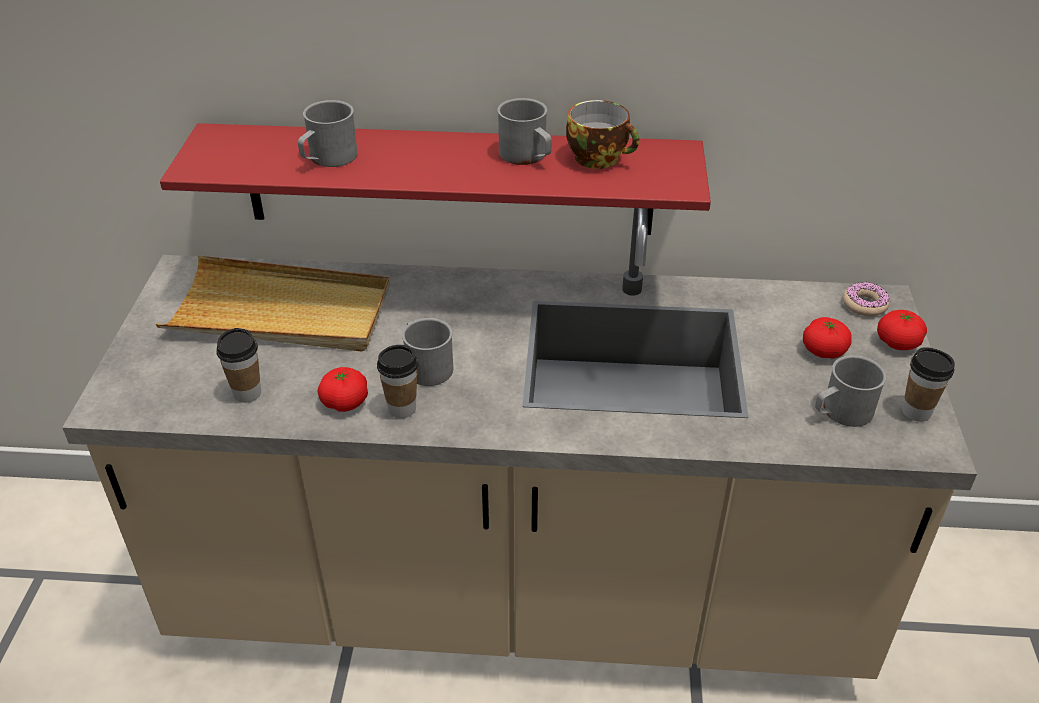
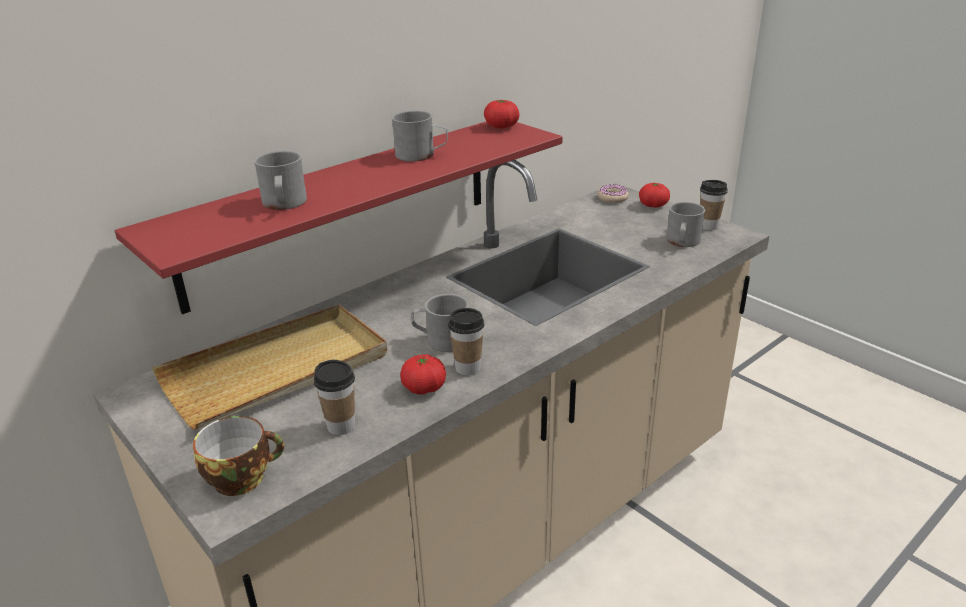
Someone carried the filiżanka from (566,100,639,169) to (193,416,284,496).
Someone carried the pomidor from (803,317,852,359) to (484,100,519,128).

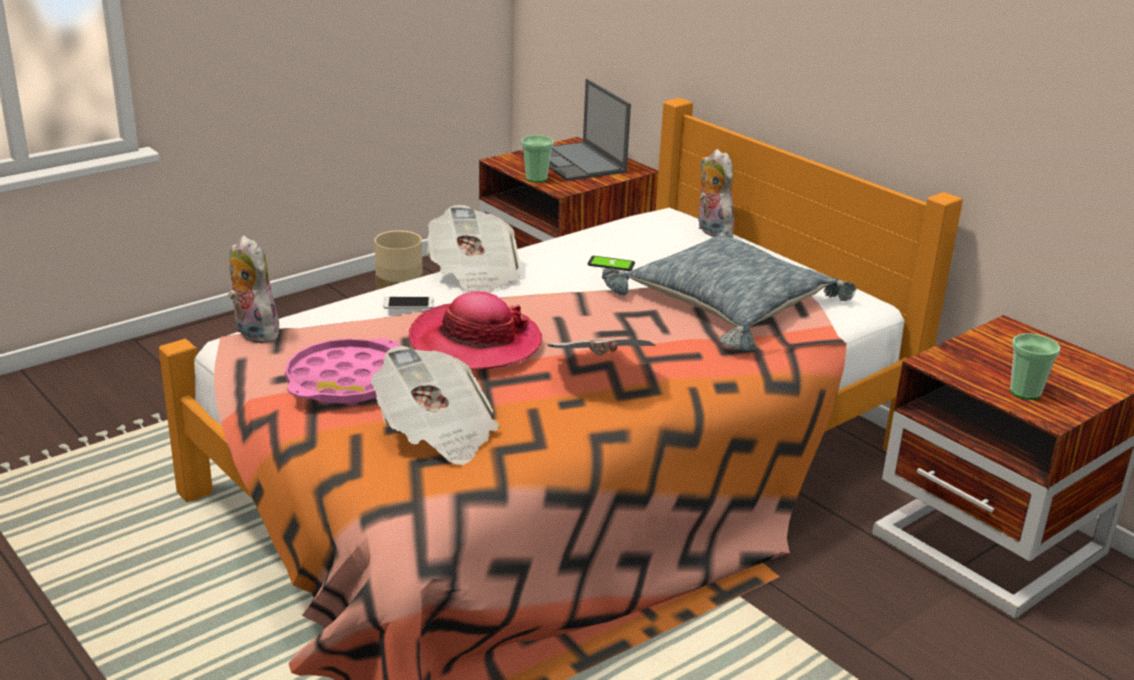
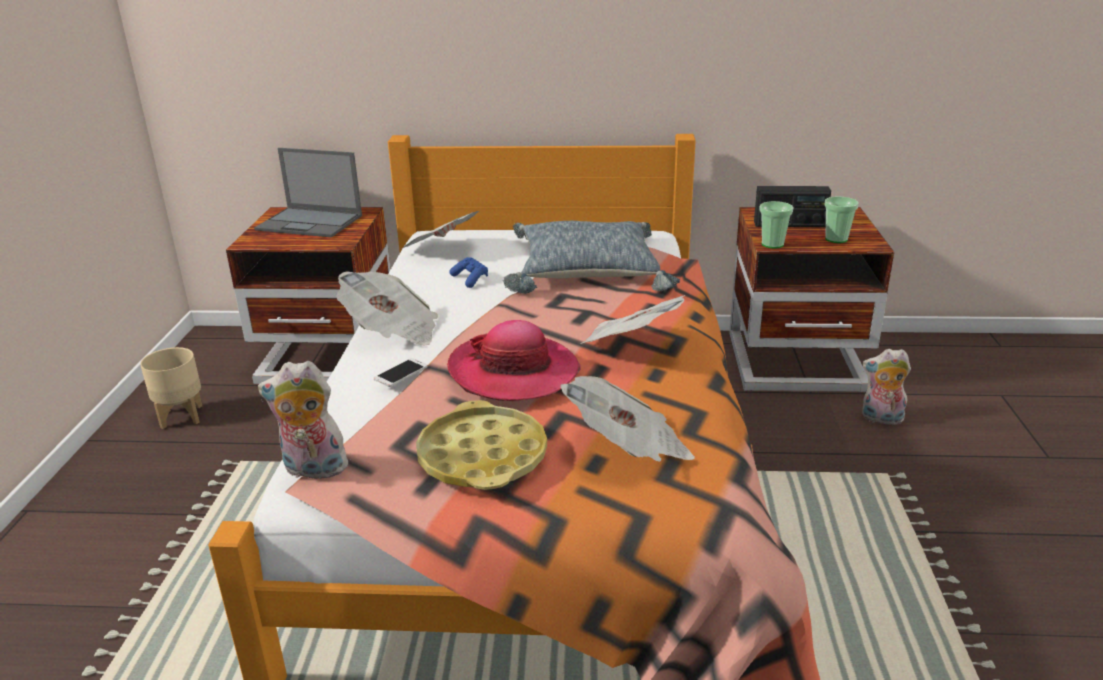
Someone repainted the taca/różowy at (285,338,400,405), which became the taca/żółty at (416,400,547,490).
Someone carried the filiżanka from (521,135,554,182) to (759,201,793,248).
Someone swapped the telefon at (587,256,635,271) for the pad do gier/niebieski at (450,257,488,288).
Someone carried the pluszak from (698,149,737,237) to (862,349,911,425).
Someone put down the gazeta at (400,211,479,249).
Someone put down the radio at (754,186,831,227).

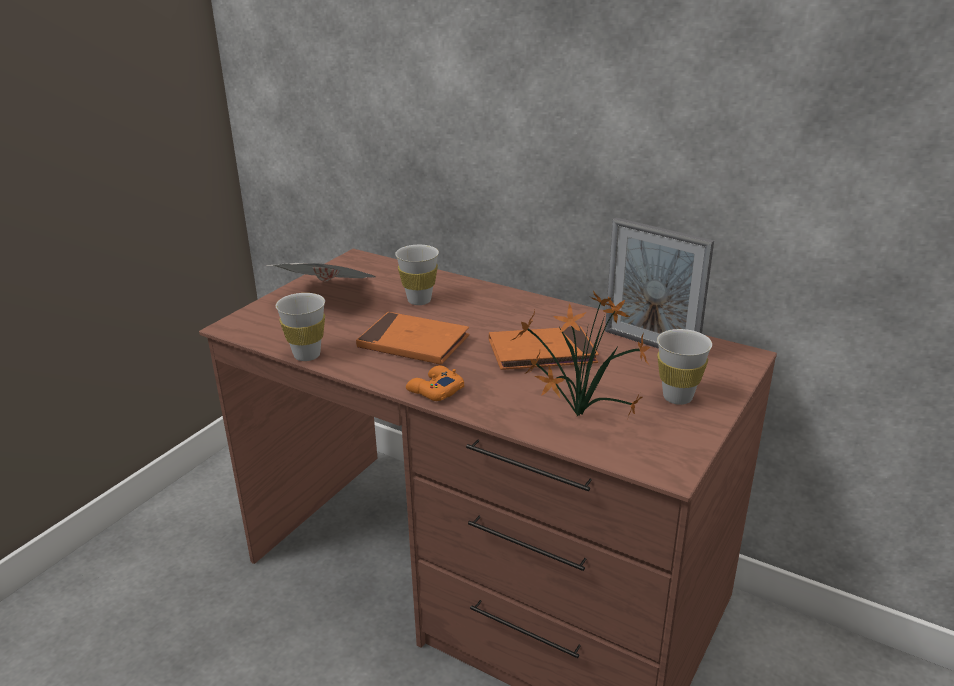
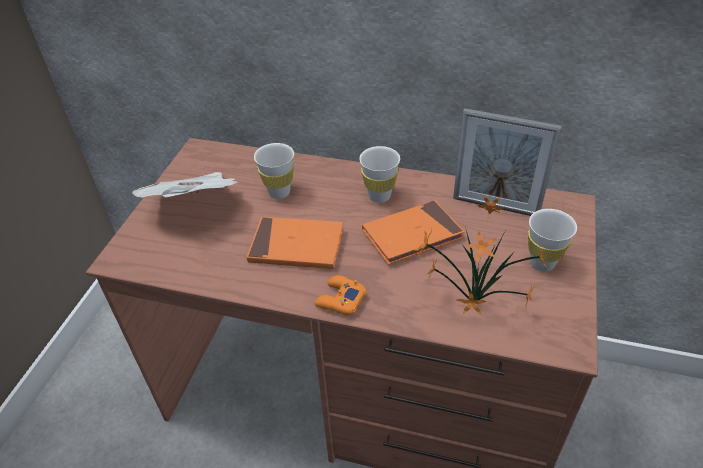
Someone carried the filiżanka/biały from (276,293,325,361) to (359,146,400,203).

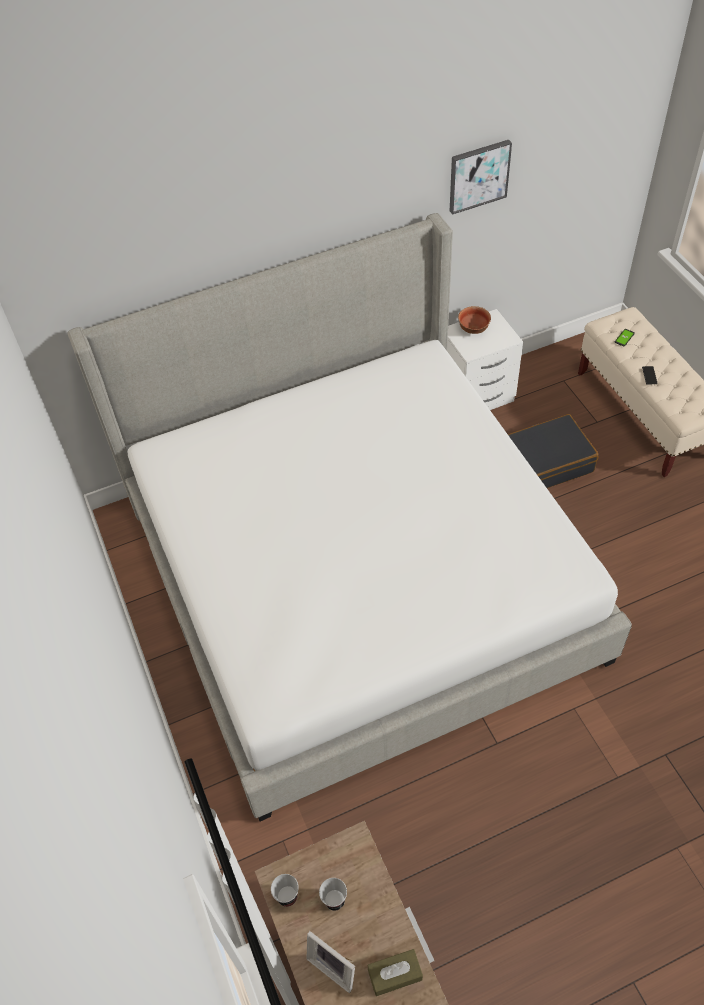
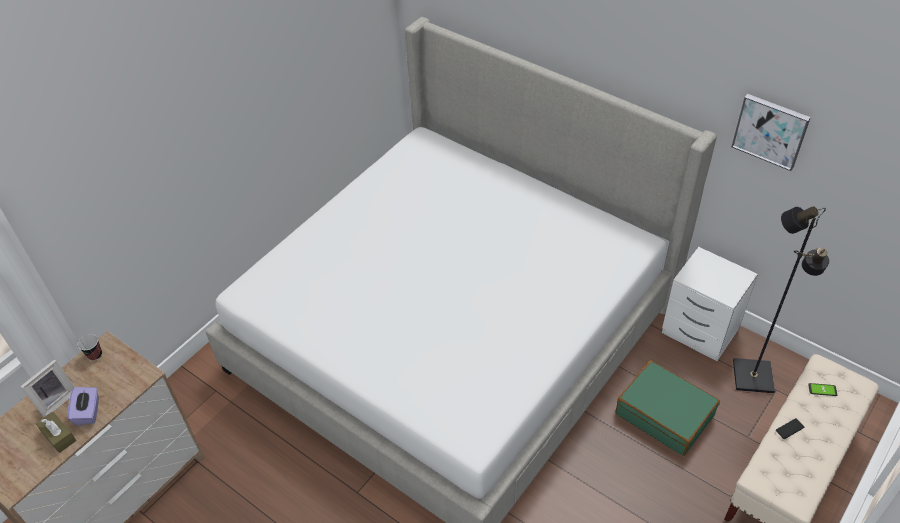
Someone rotated the ramka na zdjęcie at (306,931,355,993) by 150 degrees counterclockwise.
Someone took away the filiżanka at (319,878,347,911).
Someone took away the miska at (458,306,491,334).
Someone repainted the walizka/czarny at (508,414,599,488), which became the walizka/zielony at (615,360,720,456).
Someone put down the pudełko chusteczek/fioletowy at (68,387,99,425).
Someone put down the lampa stojąca/czarny at (733,206,829,393).

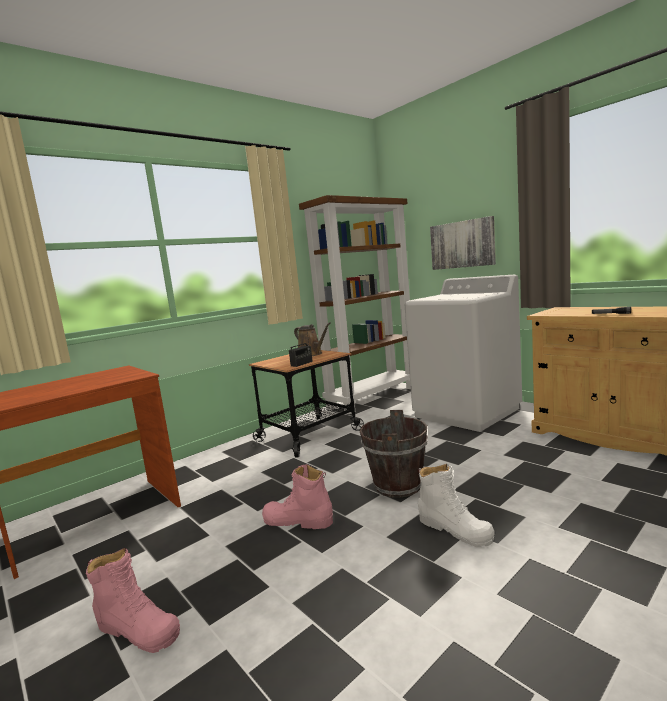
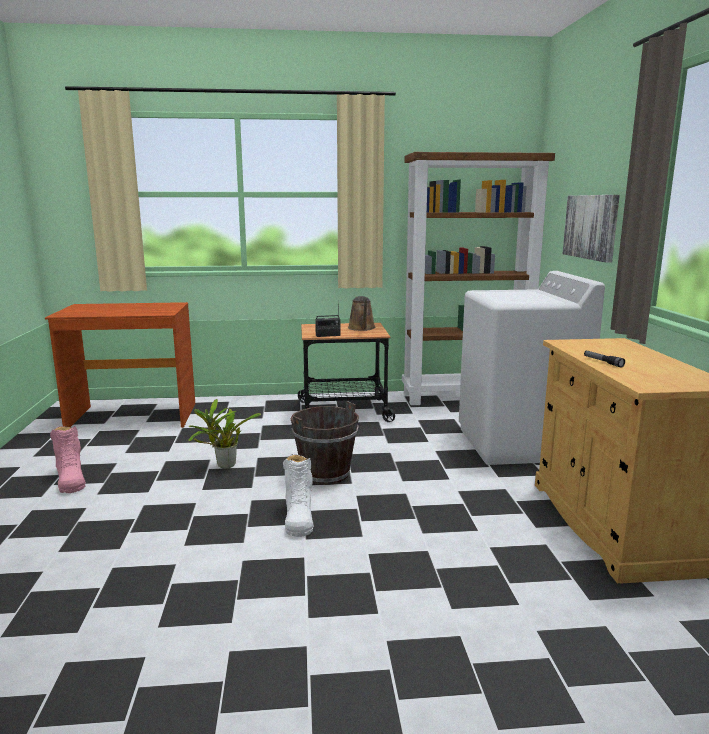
Someone swapped the but z cholewką/różowy at (262,464,333,529) for the roślina doniczkowa at (189,399,261,469).

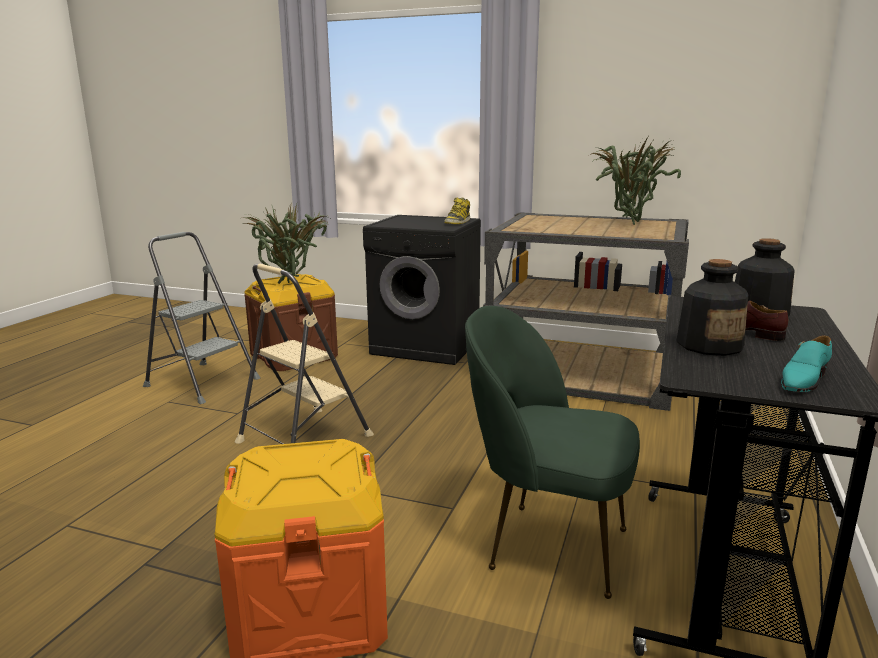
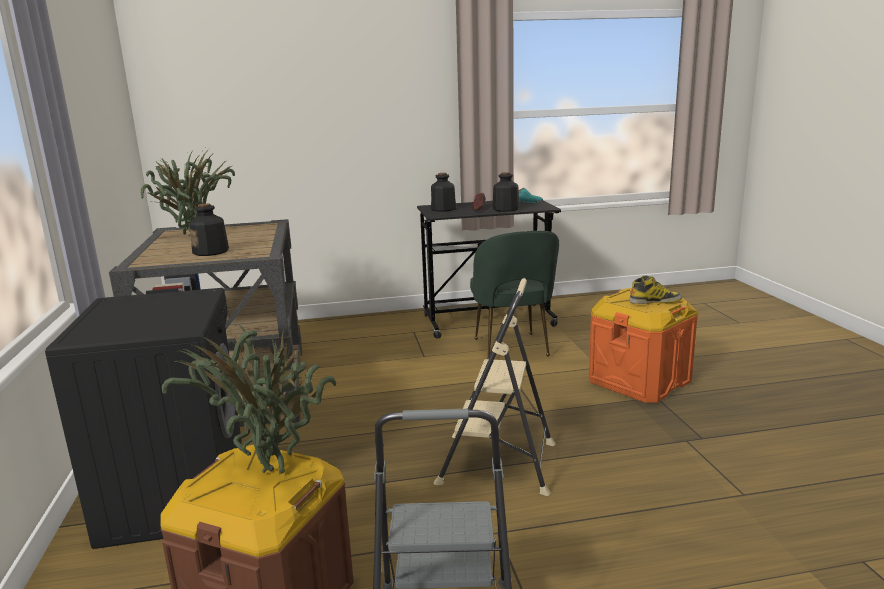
Someone carried the but z cholewką from (444,198,470,224) to (629,275,682,304).
Someone put down the butelka at (190,203,229,256).

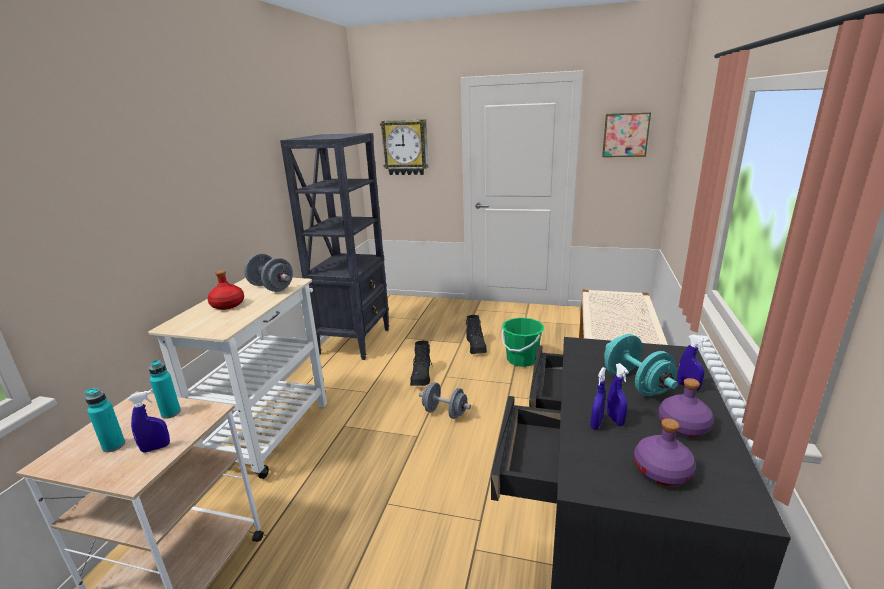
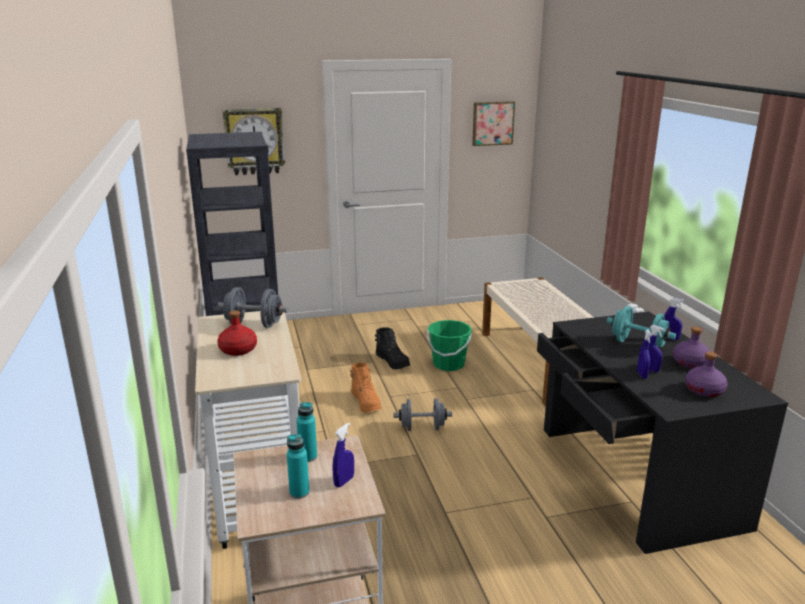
Someone repainted the but z cholewką/czarny at (410,340,433,386), which became the but z cholewką/pomarańczowy at (350,363,381,413).

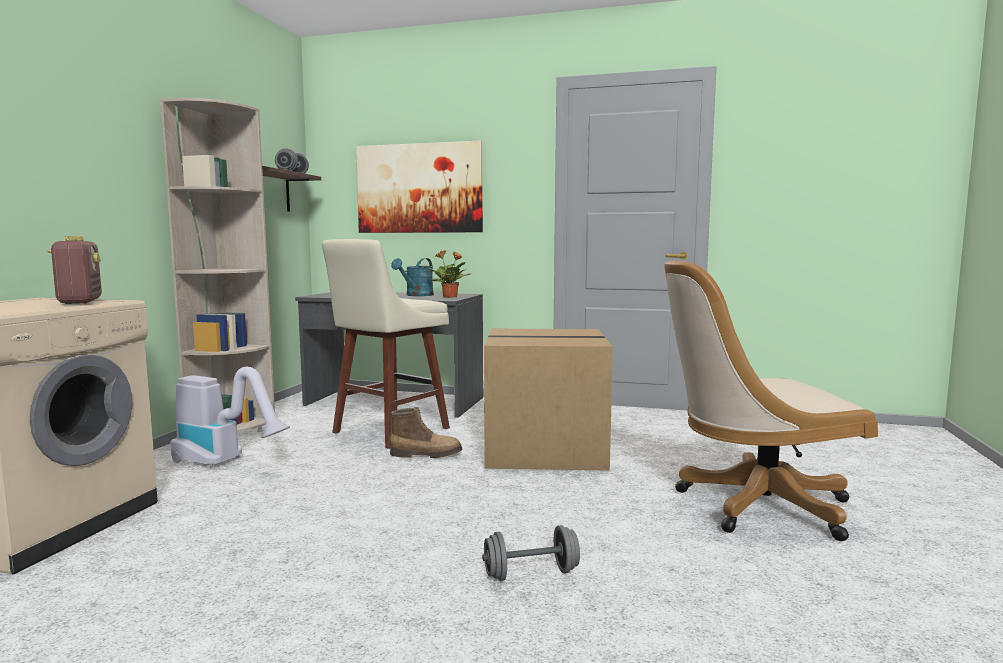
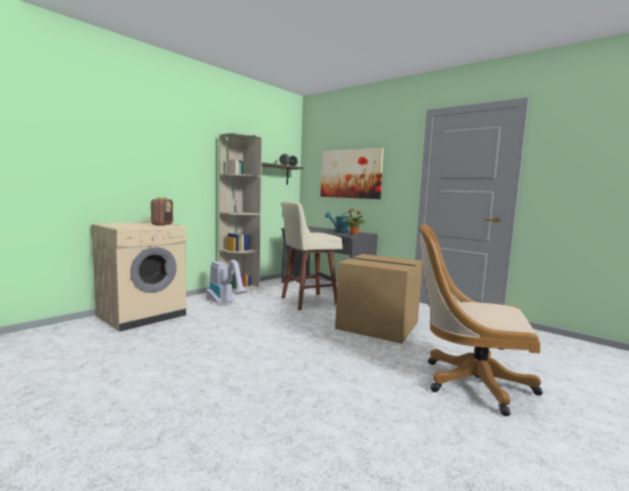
Someone took away the but z cholewką at (390,407,462,458).
Someone took away the hantel/szary at (482,525,580,581).

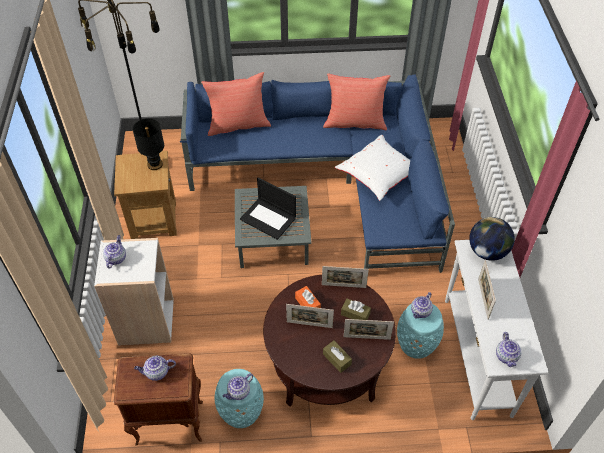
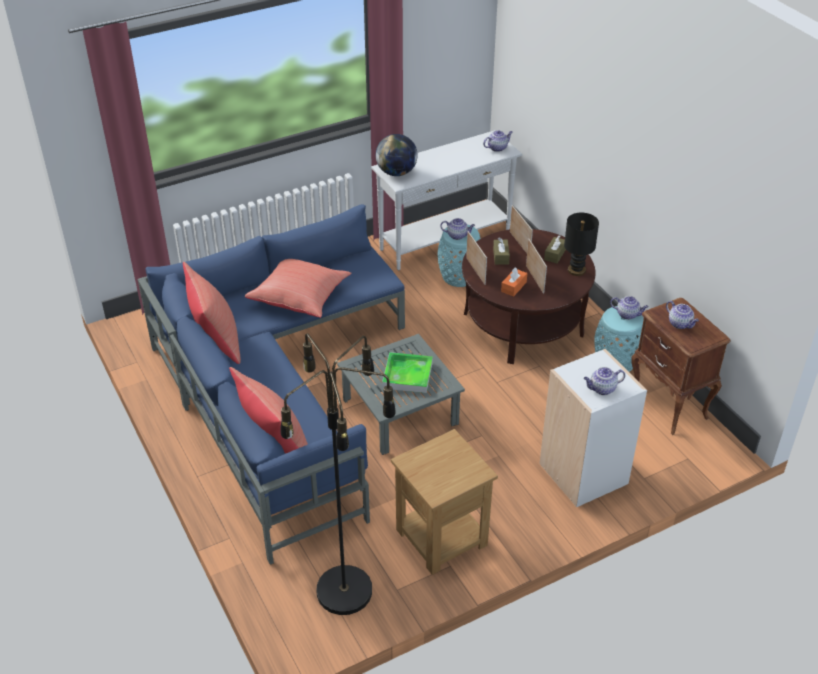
Someone carried the lampa stołowa/czarny from (133,118,164,170) to (564,213,599,276).
Someone swapped the laptop at (240,177,296,240) for the taca at (382,352,433,393).
Someone repainted the poduszka/biały at (335,135,410,201), which became the poduszka/czerwony at (245,259,351,318).
Someone took away the ramka na zdjęcie at (478,260,496,320).

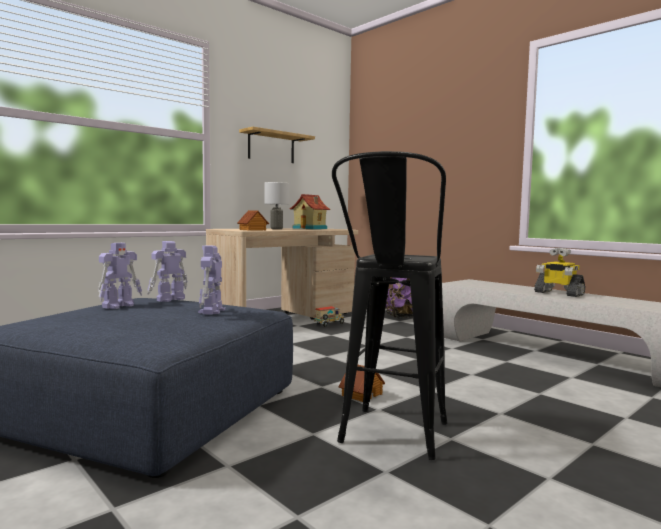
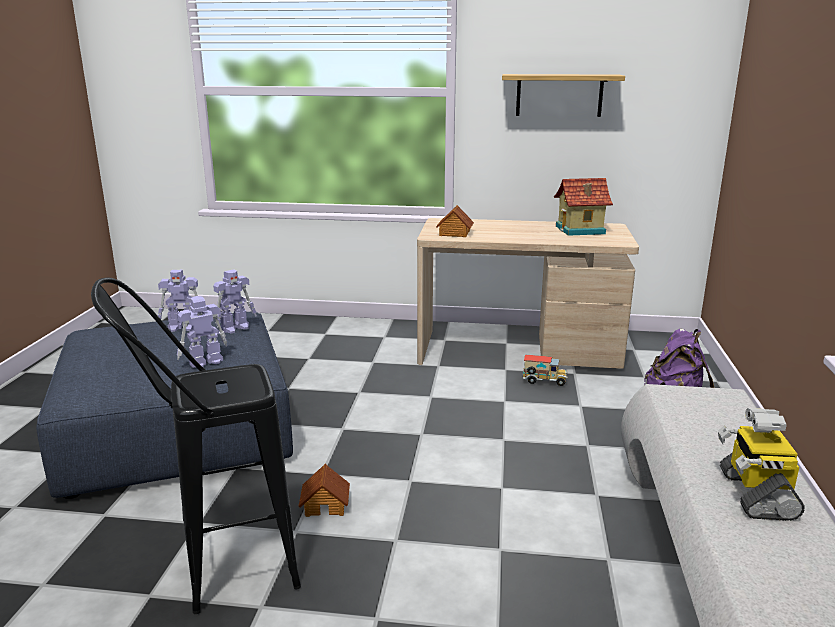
Someone rotated the robot zabawkowy at (148,241,188,302) by 135 degrees clockwise.
Someone took away the lampa stołowa/biały at (264,182,289,229).

